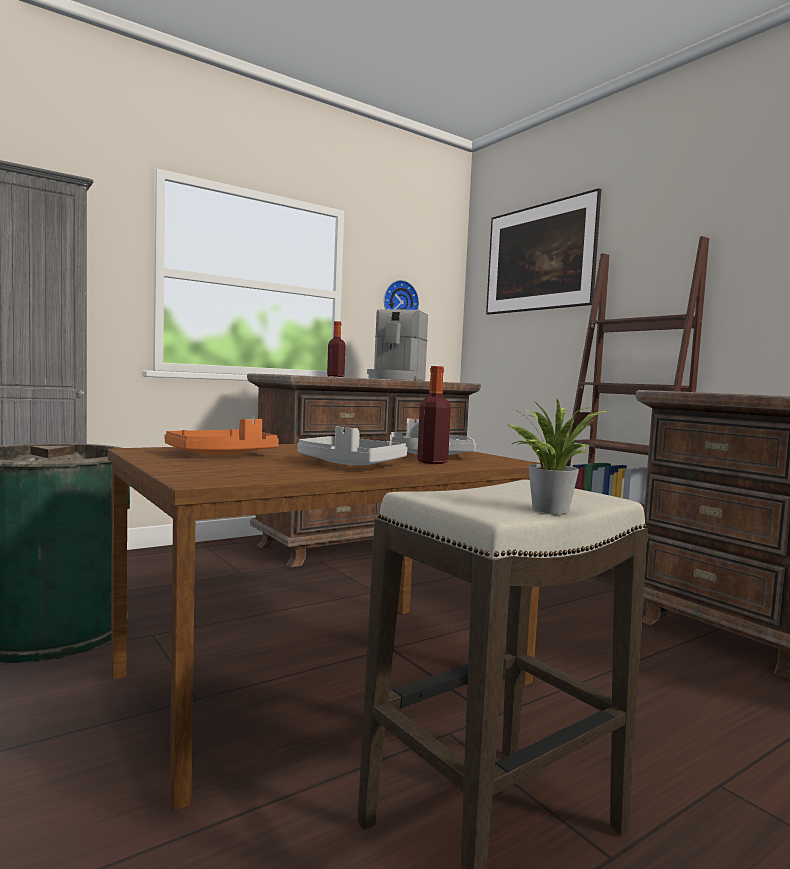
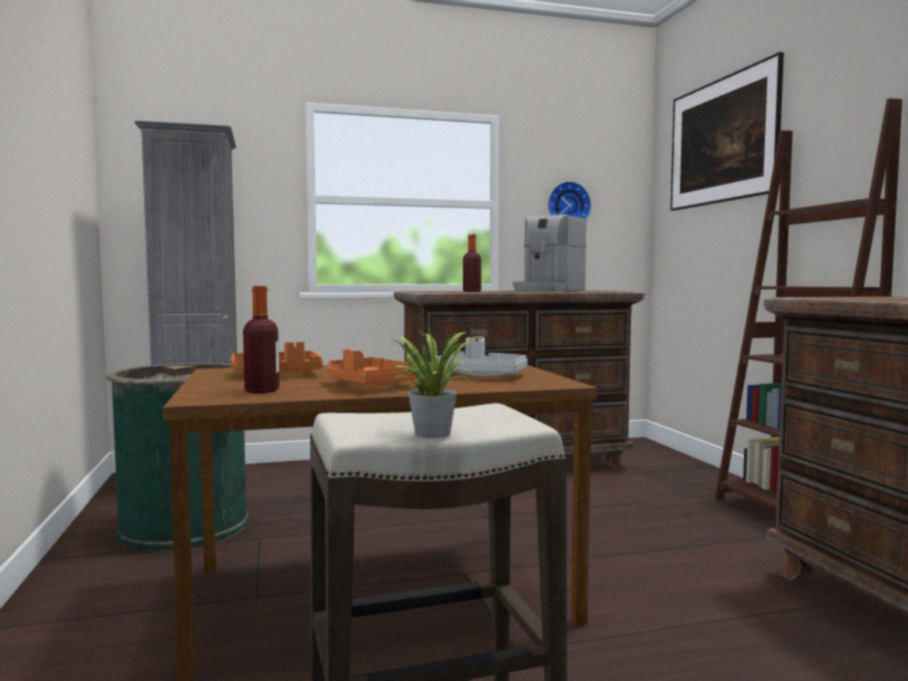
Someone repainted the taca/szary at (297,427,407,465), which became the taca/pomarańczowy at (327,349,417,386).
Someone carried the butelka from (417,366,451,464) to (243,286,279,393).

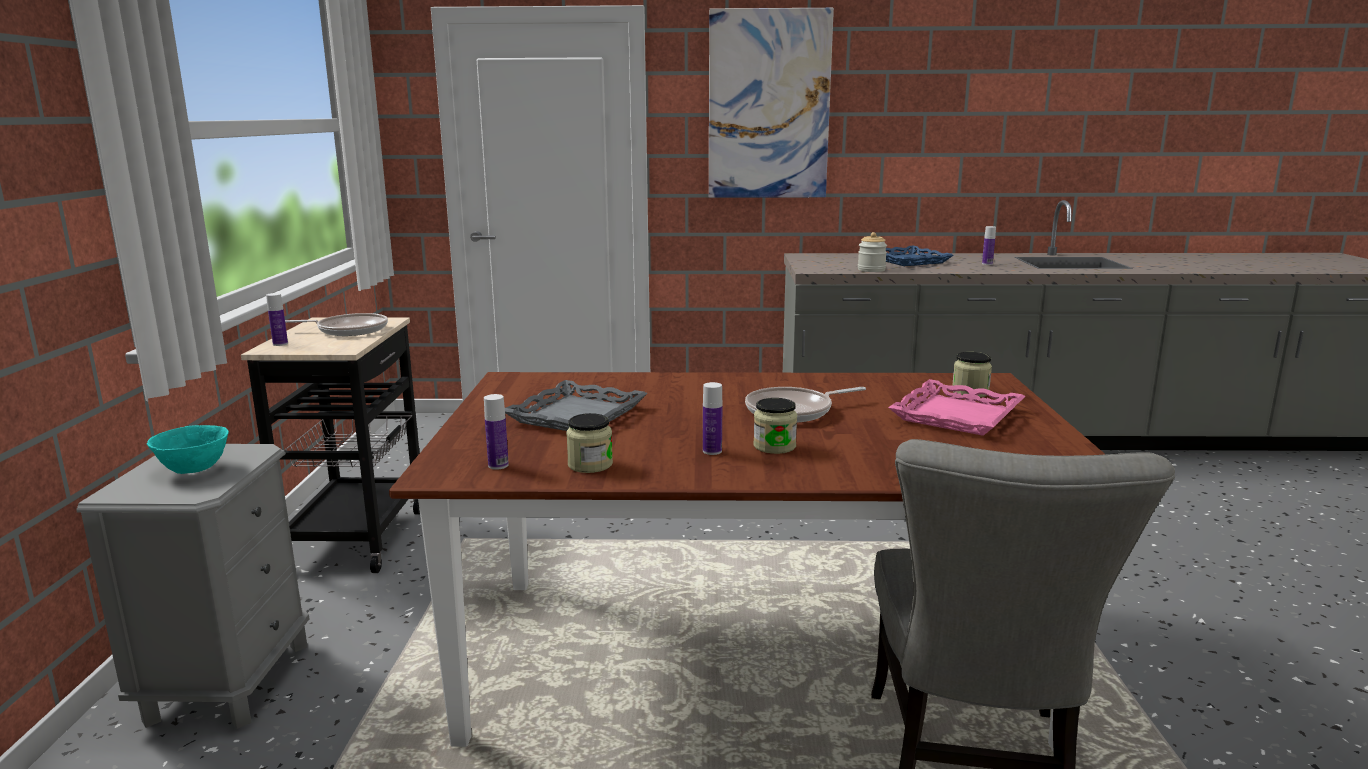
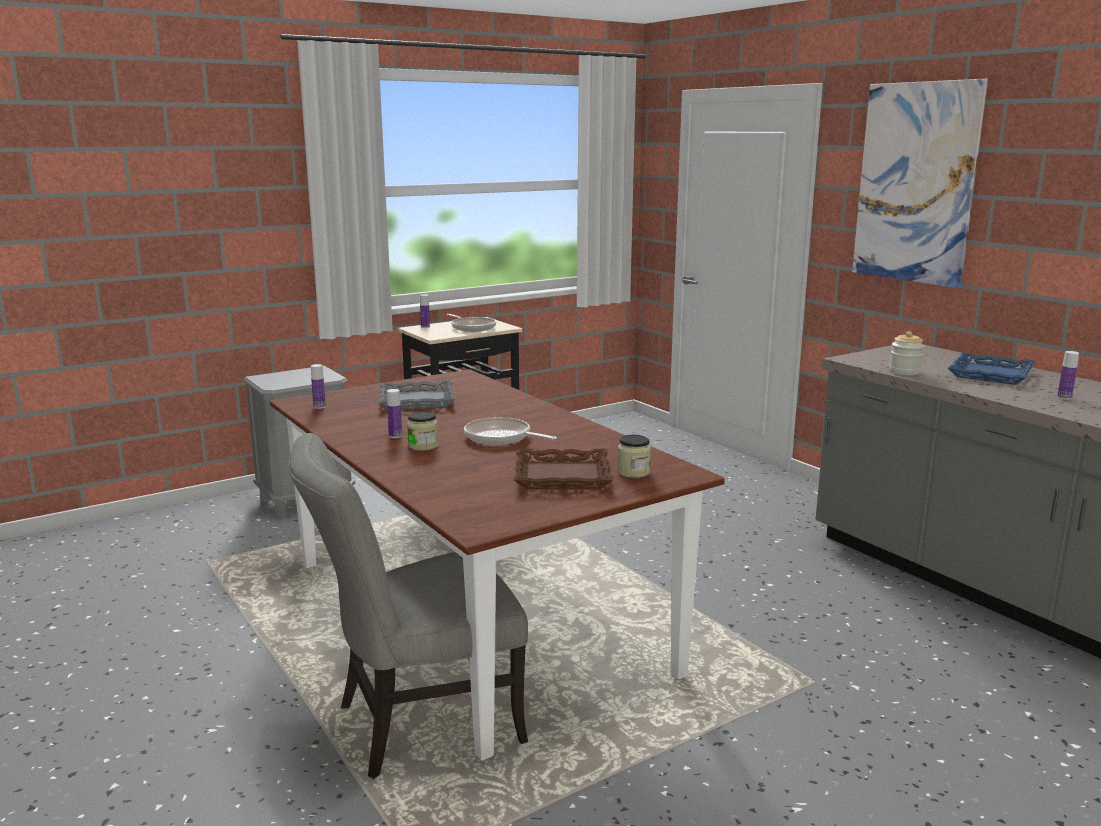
Someone took away the miska/turkusowy at (147,425,229,474).
Someone took away the słoik at (566,413,613,473).
Someone repainted the taca/różowy at (888,379,1025,436), which became the taca/brązowy at (514,449,613,489).

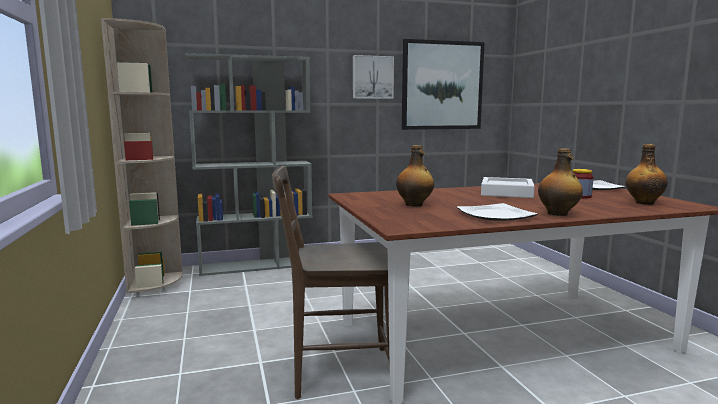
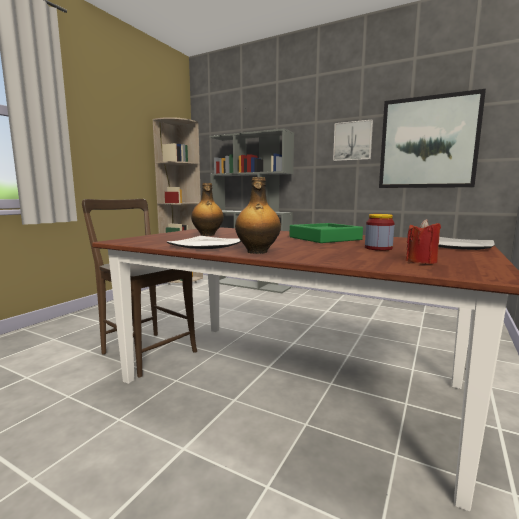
Someone repainted the taca/biały at (481,177,535,198), which became the taca/zielony at (290,223,363,243).
Someone swapped the butelka at (625,144,668,205) for the świeca/czerwony at (406,219,441,264).

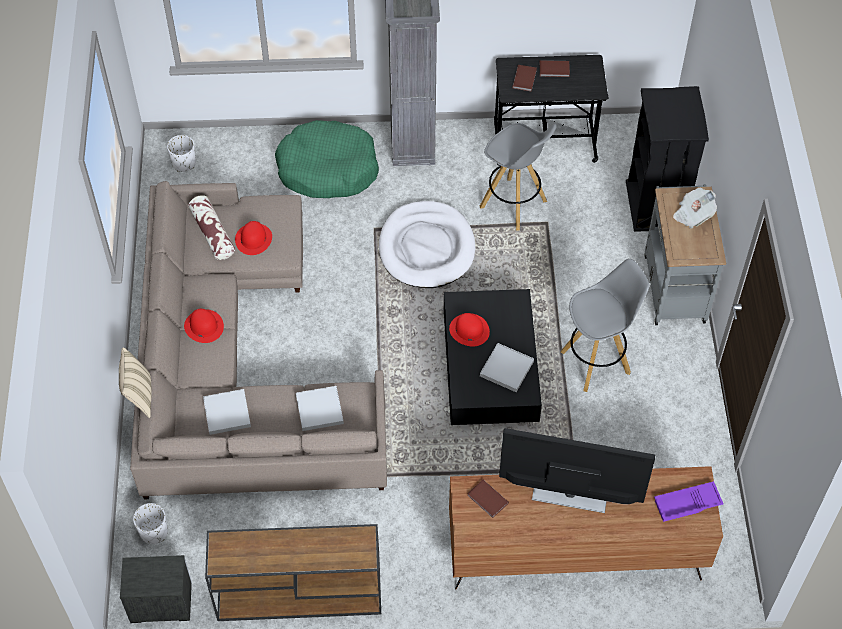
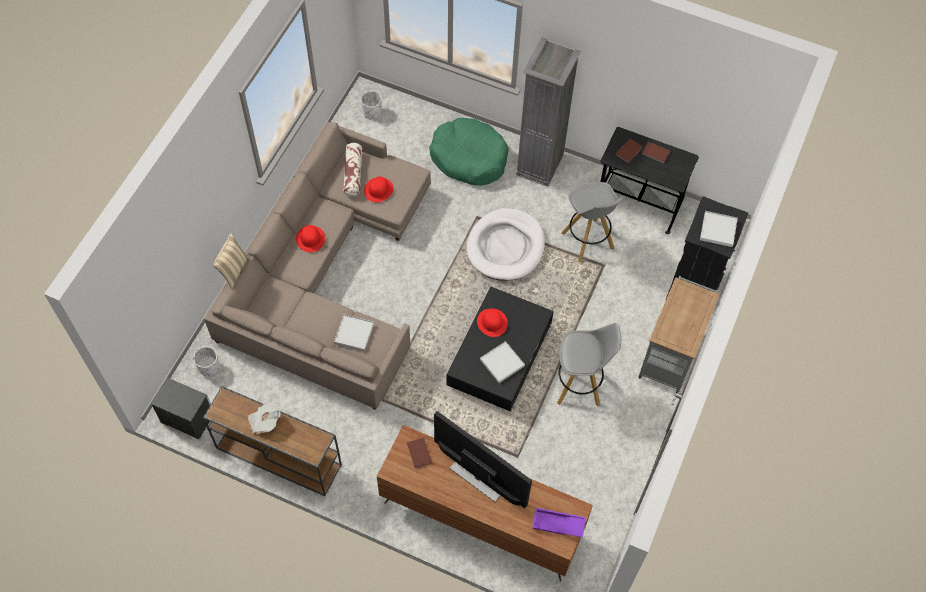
Someone carried the taca/biały from (203,389,251,435) to (700,211,738,247).
Someone carried the gazeta from (673,187,717,229) to (248,403,280,433).

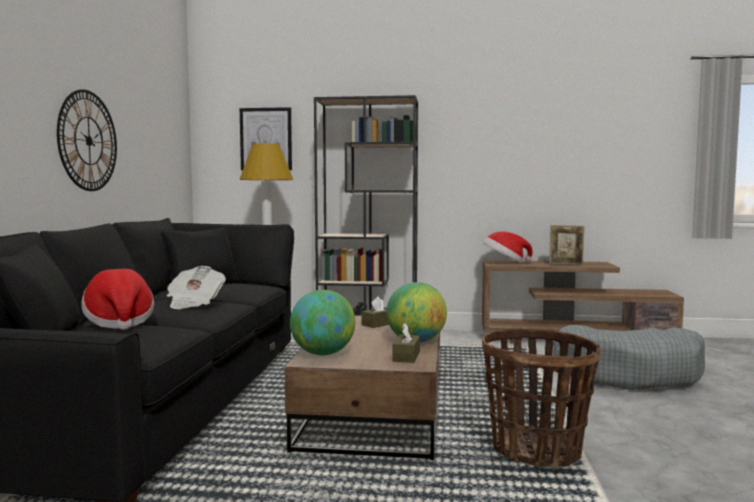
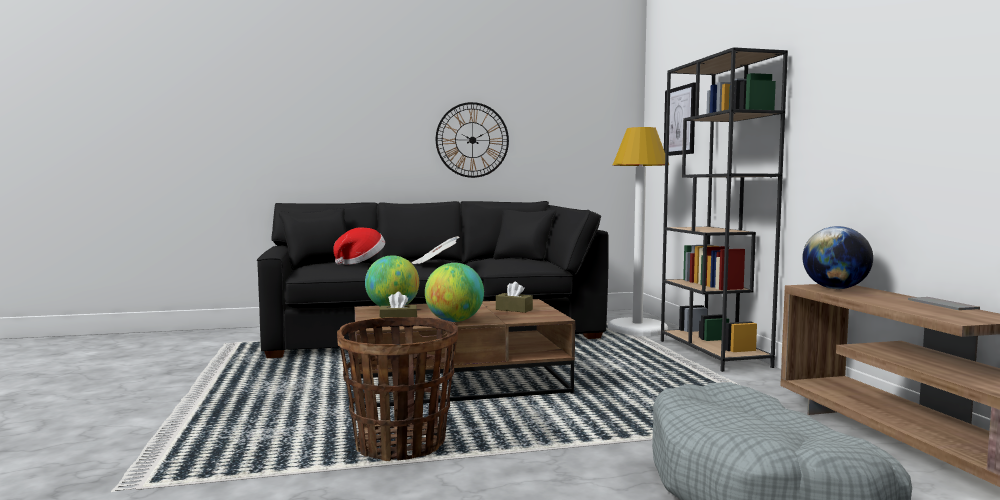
Someone swapped the kapelusz at (483,231,533,263) for the globus at (802,226,873,289).
Someone took away the ramka na zdjęcie at (549,225,585,265).

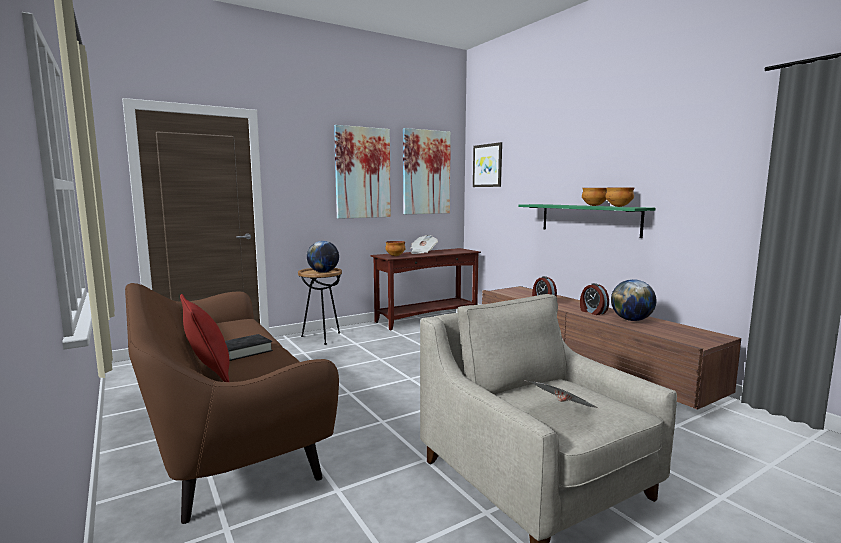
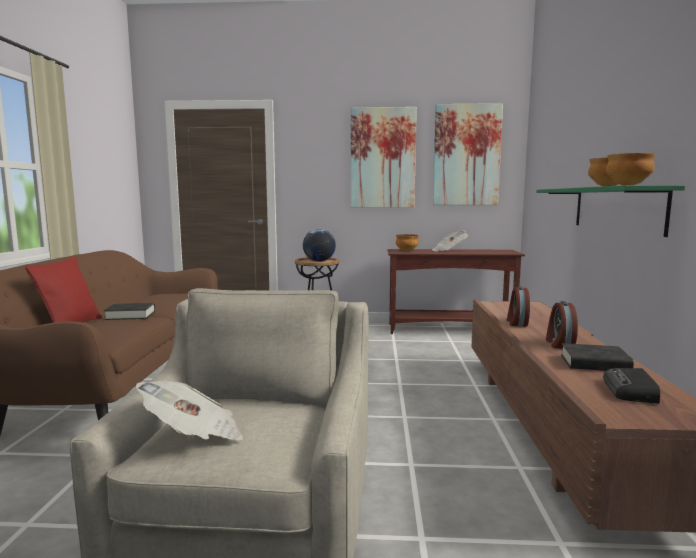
Someone took away the obraz at (473,142,502,187).
Someone swapped the globus at (611,279,656,321) for the książka/czarny at (561,343,634,371).
Someone put down the radio at (603,368,660,404).

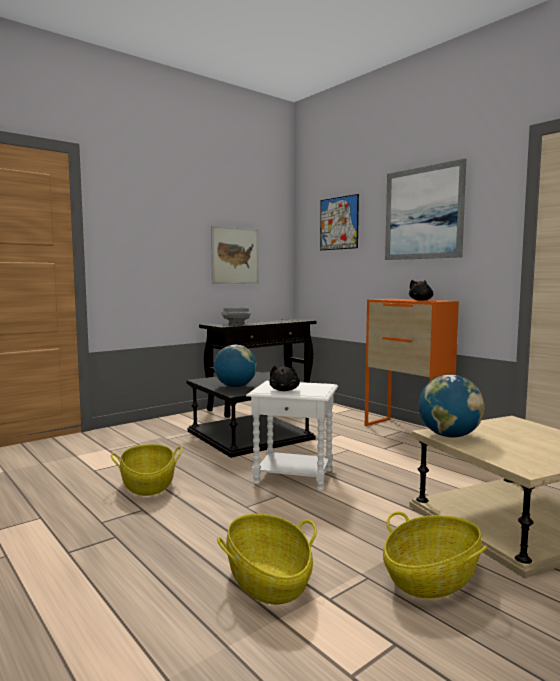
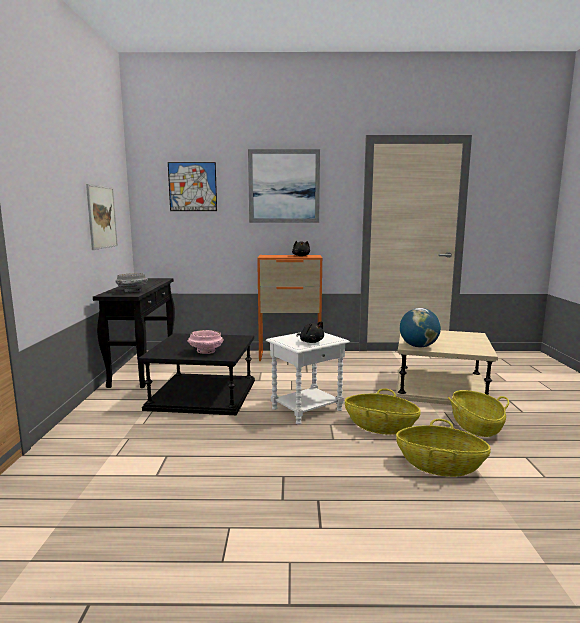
Someone carried the koszyk from (111,444,183,496) to (345,389,421,435).
Someone swapped the globus at (214,345,257,387) for the miska/różowy at (188,330,224,354).

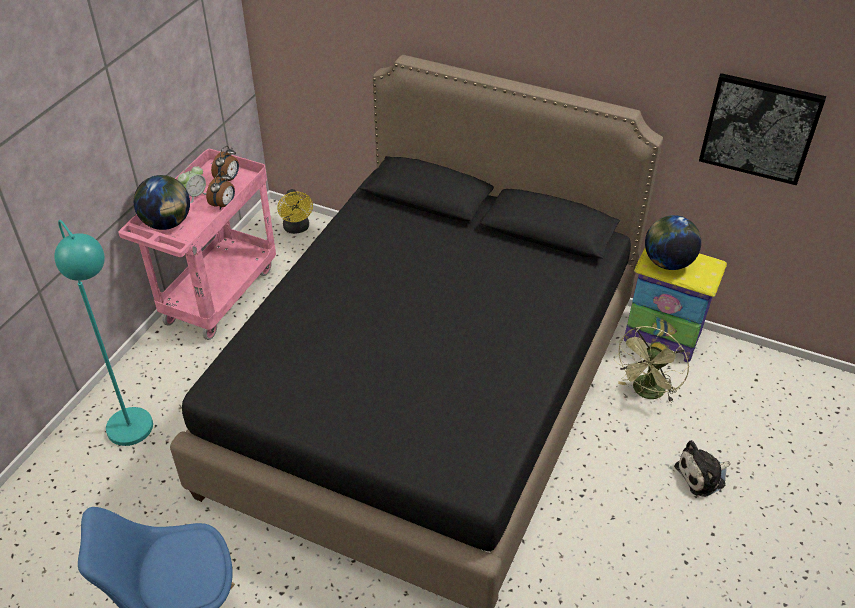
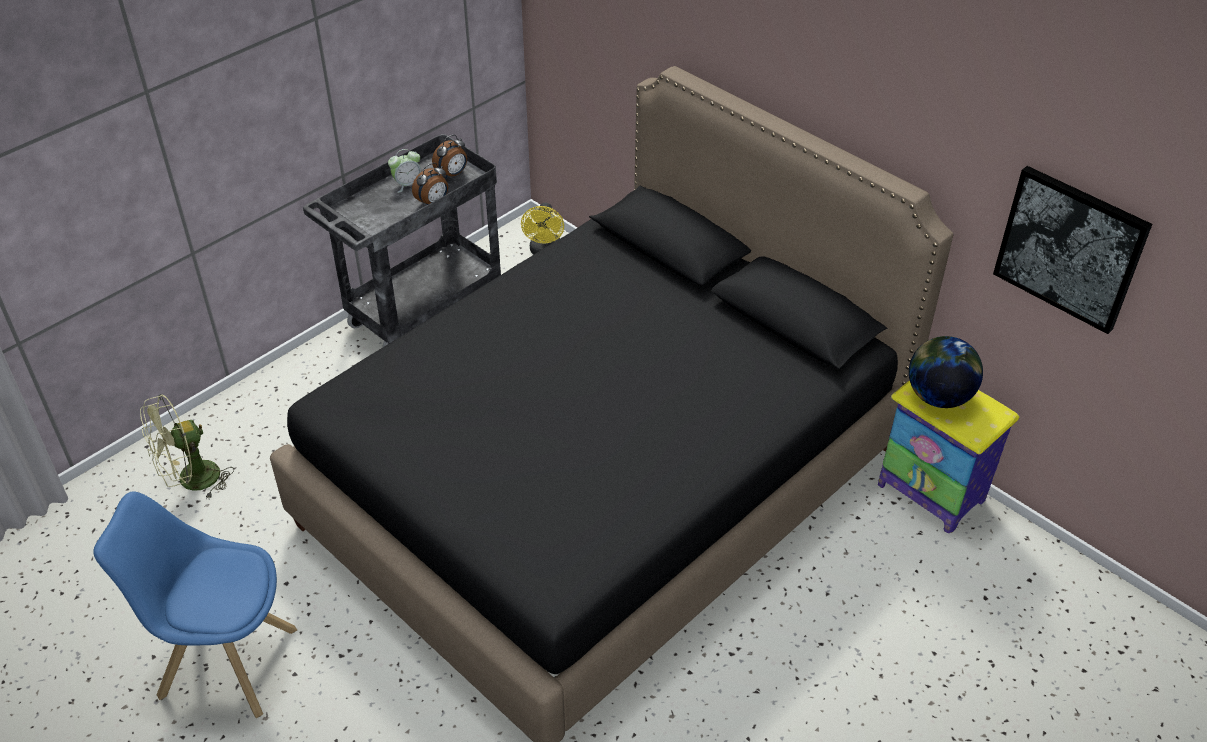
Someone took away the lampa stojąca/turkusowy at (54,220,153,446).
Someone repainted the wózek/różowy at (119,149,276,340), which became the wózek/szary at (303,134,501,348).
Someone took away the globus at (134,175,190,230).
Someone carried the wentylator/zielony from (614,326,689,402) to (140,394,234,500).
Someone took away the pluszak at (674,440,730,497).

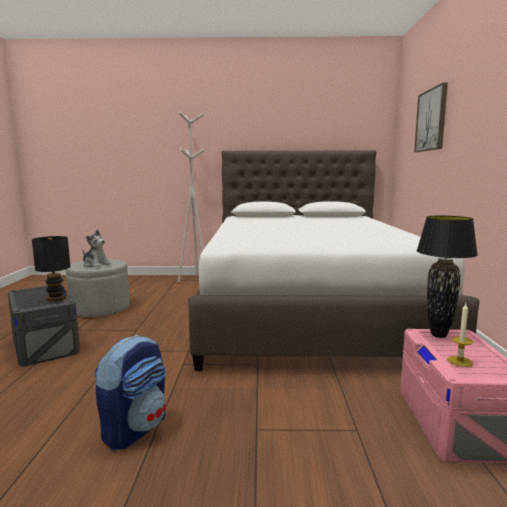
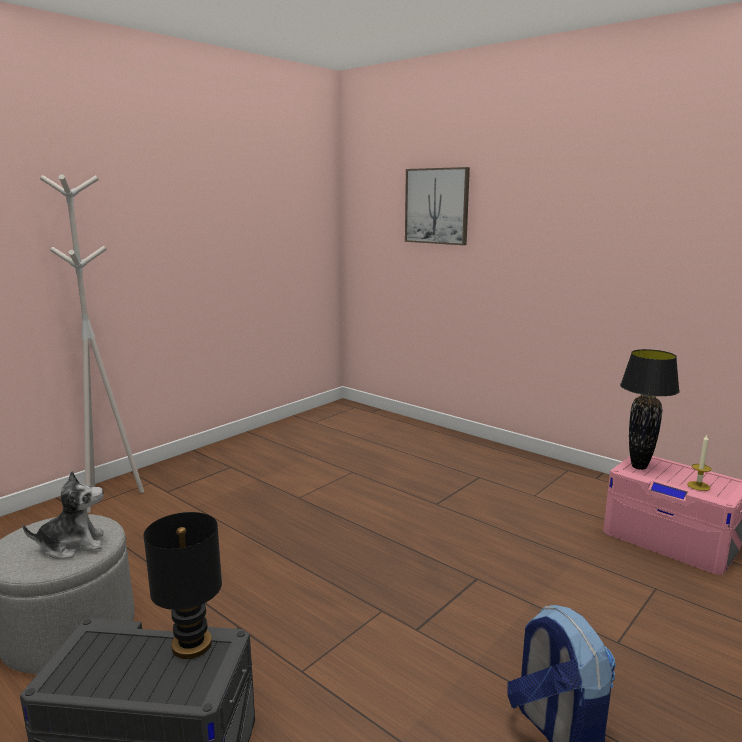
Someone took away the łóżko/biały at (188,150,480,371).

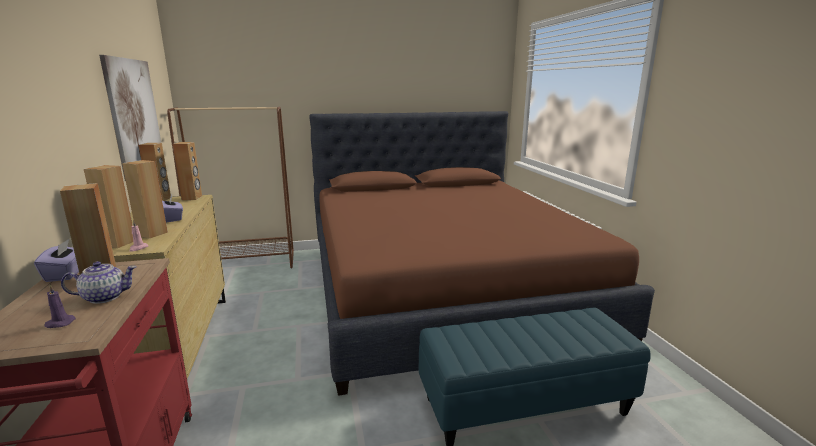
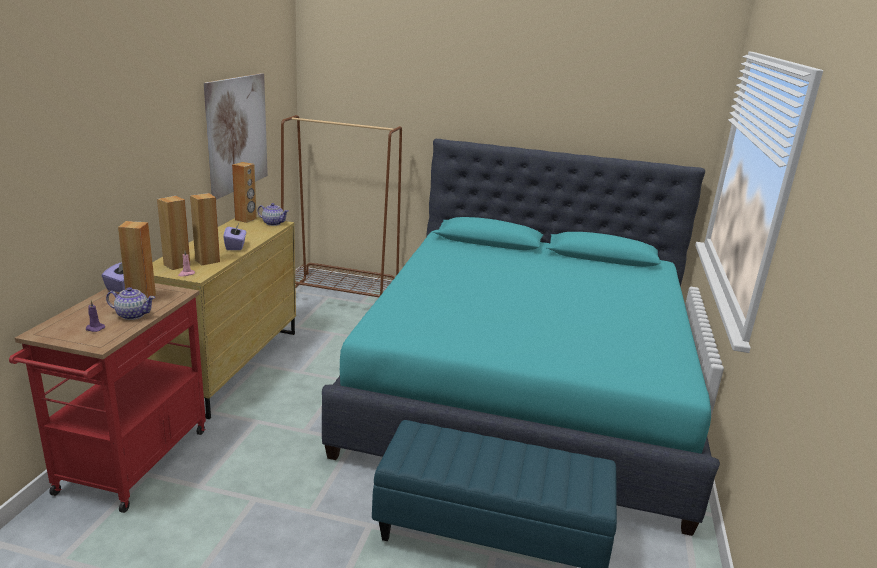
Someone swapped the głośnik/brązowy at (172,142,202,200) for the imbryk at (257,203,289,226).
Someone repainted the łóżko/brązowy at (309,111,655,396), which became the łóżko/turkusowy at (322,139,720,536).

